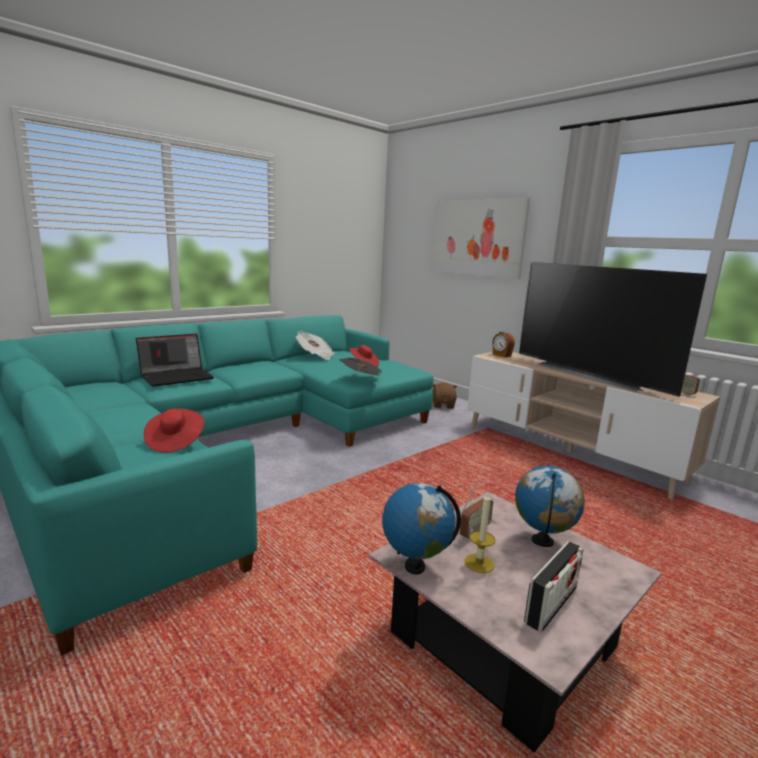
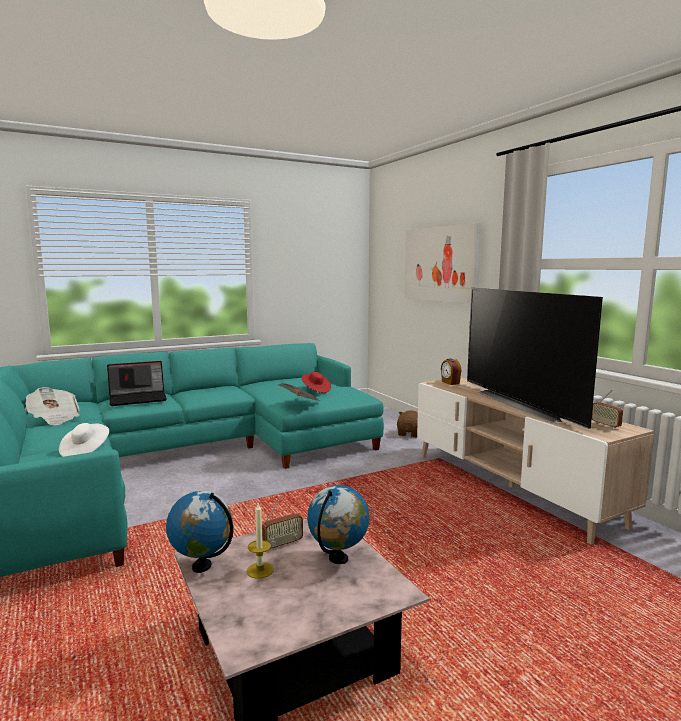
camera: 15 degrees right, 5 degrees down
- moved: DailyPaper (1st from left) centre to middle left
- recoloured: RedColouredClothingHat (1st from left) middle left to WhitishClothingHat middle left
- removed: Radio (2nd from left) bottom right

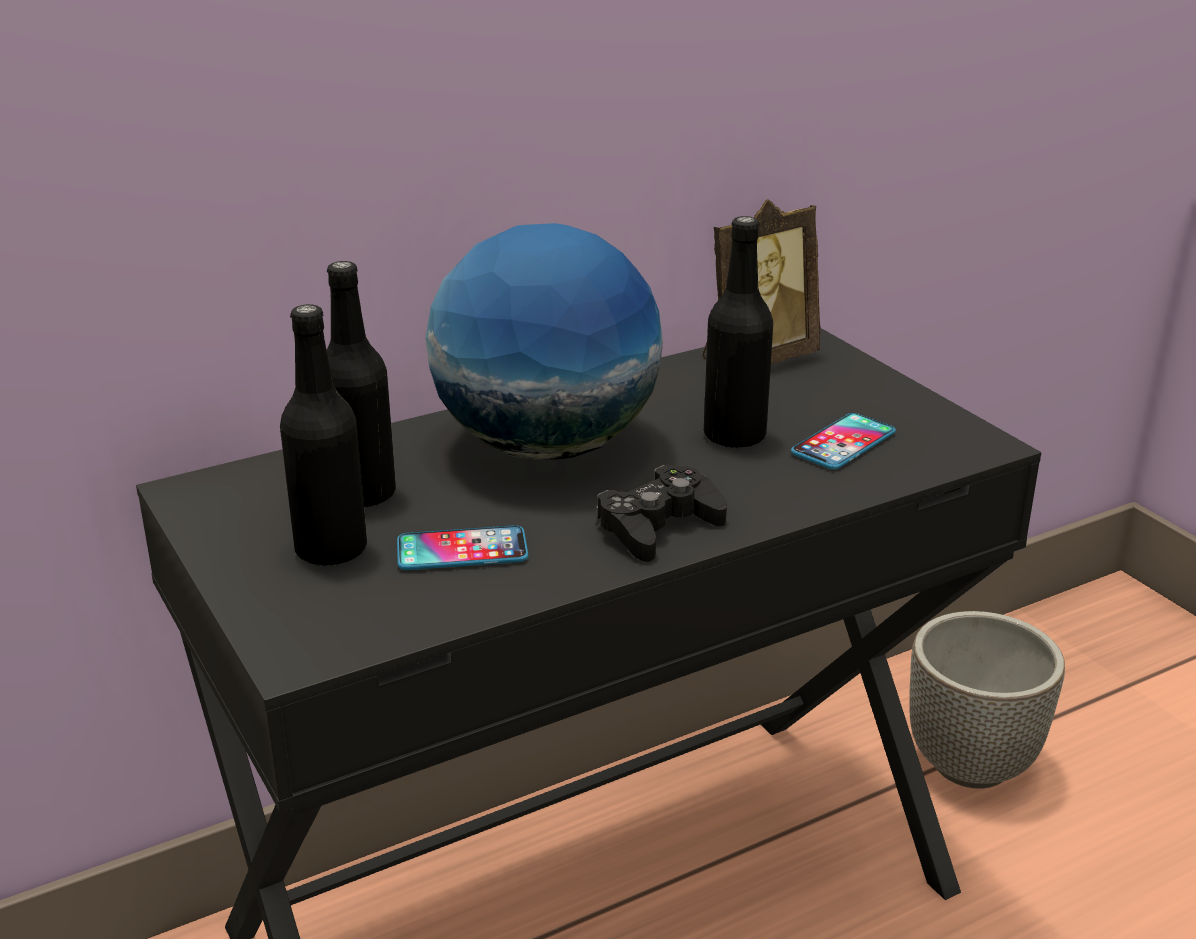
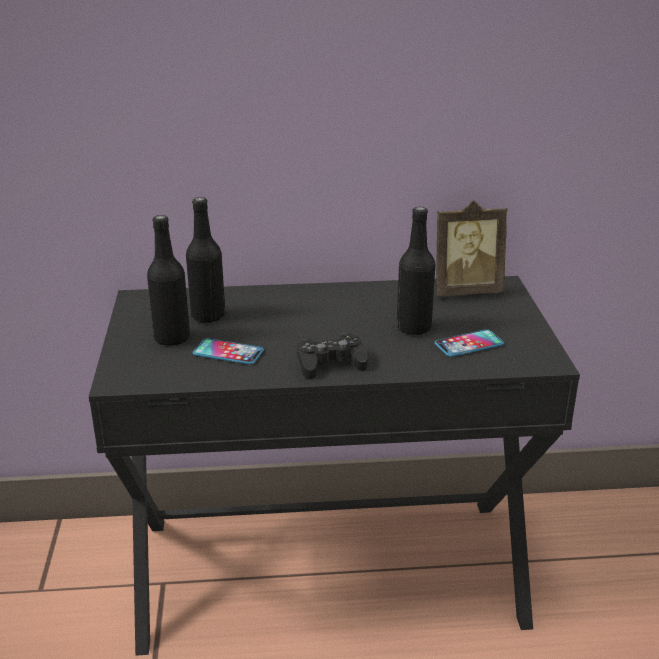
camera: 25 degrees right, 0 degrees up
- removed: WorldGlobe centre
- removed: PlantPot bottom right

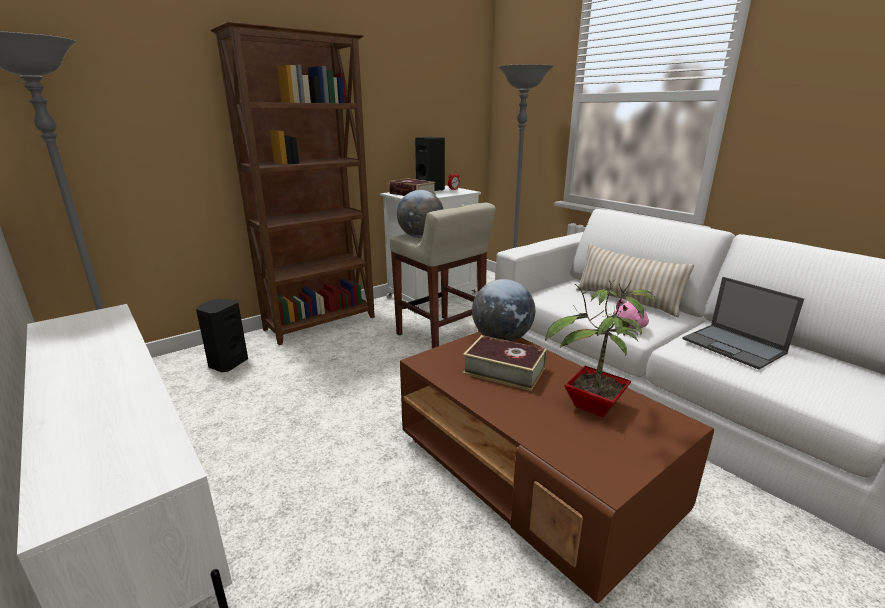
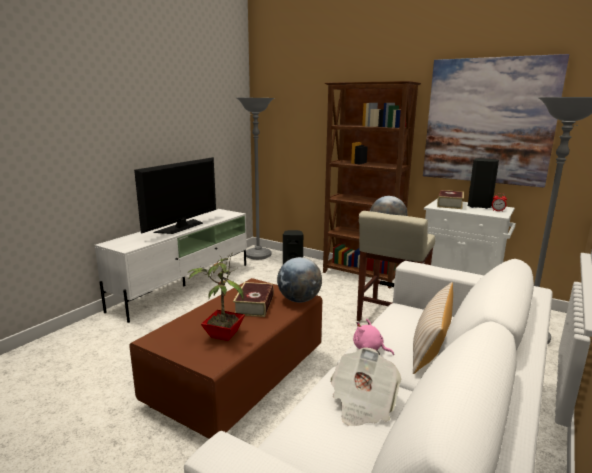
camera: 70 degrees right, 5 degrees down
- replaced: Laptop middle right to DailyPaper bottom centre
- added: Picture top right
- added: Tv middle left

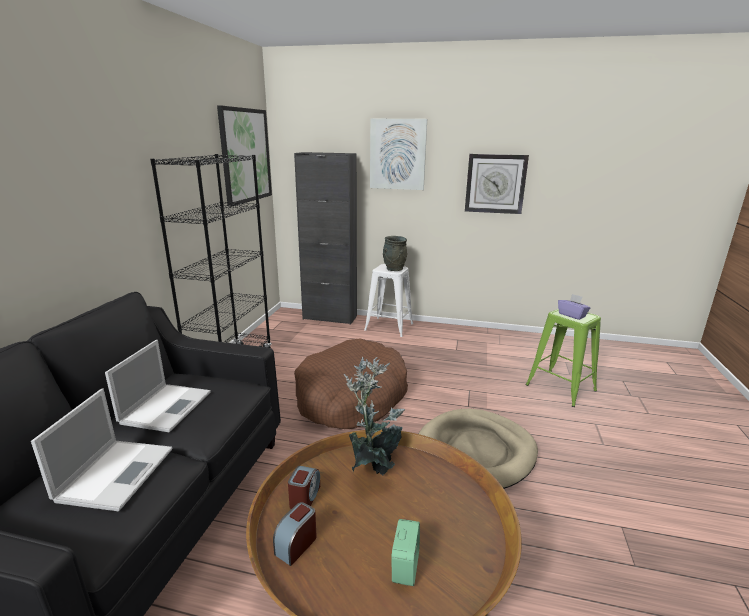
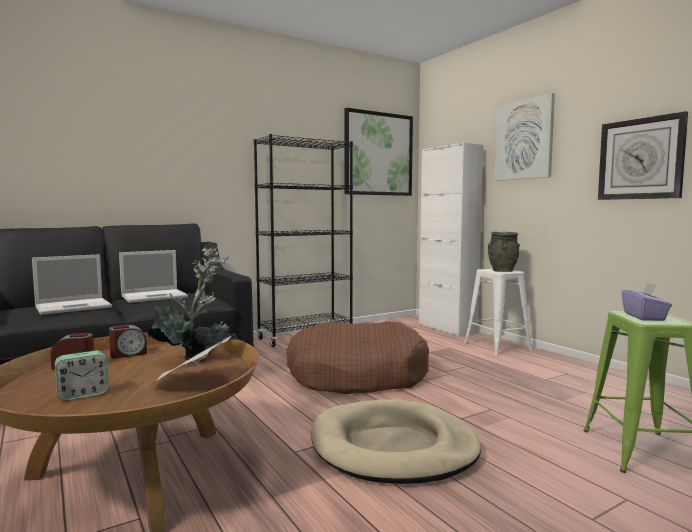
camera: 45 degrees right, 15 degrees down
- recoloured: BlackColouredCupboard centre to WhitishCupboard centre
- added: DailyPaper bottom left

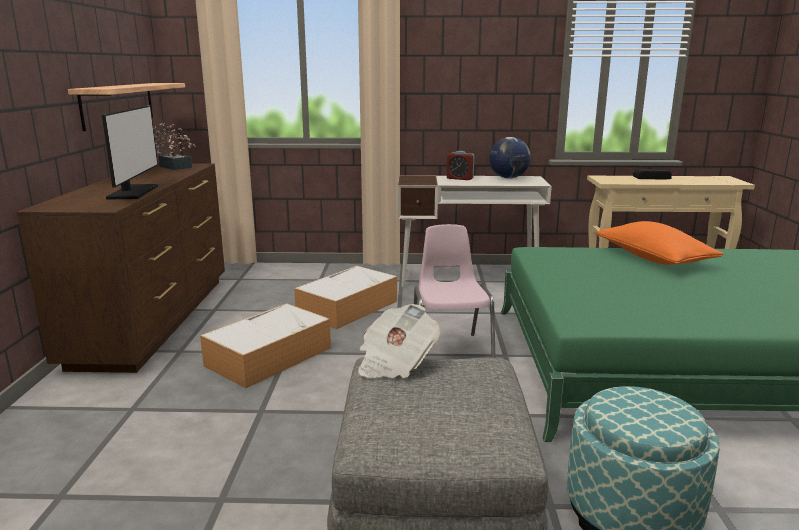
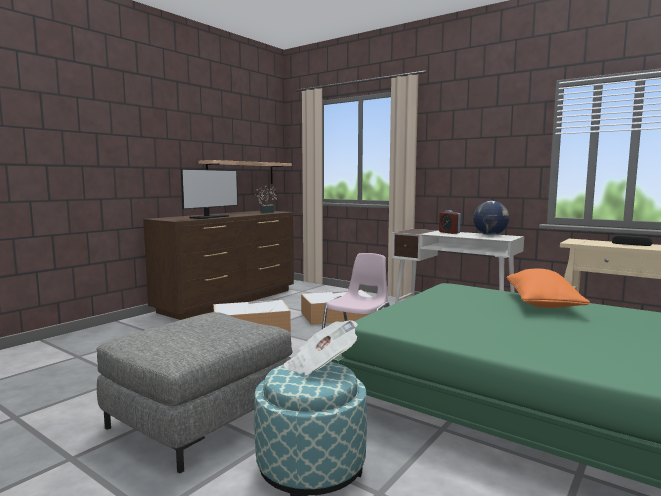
camera: 35 degrees right, 10 degrees down
- moved: DailyPaper centre to bottom centre

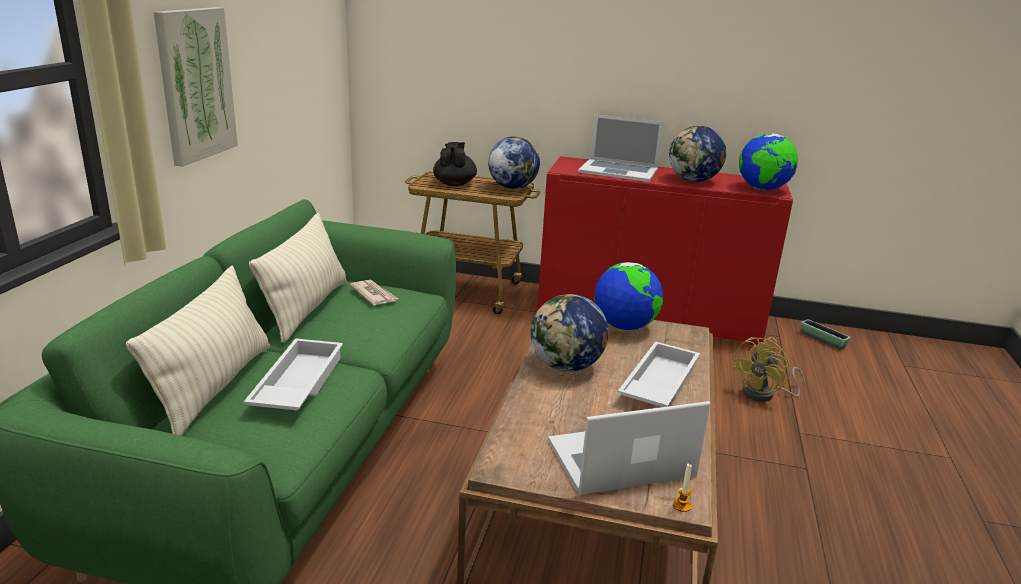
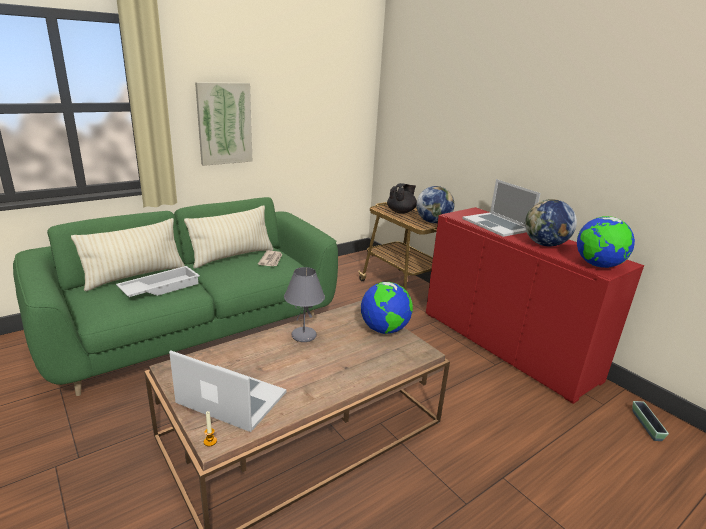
camera: 40 degrees right, 0 degrees up
- replaced: WorldGlobe (2nd from left) centre to GrayTabletopLamp centre
- removed: YellowishFan middle right
- removed: WhitishServingTray (2nd from left) centre

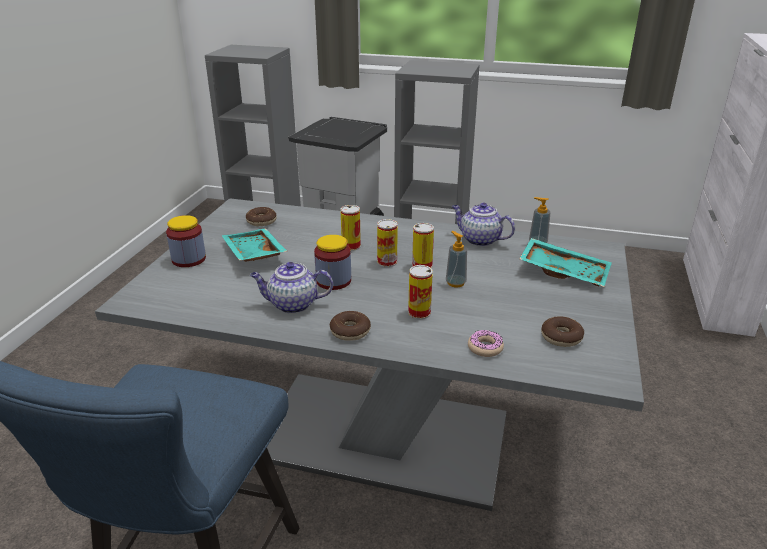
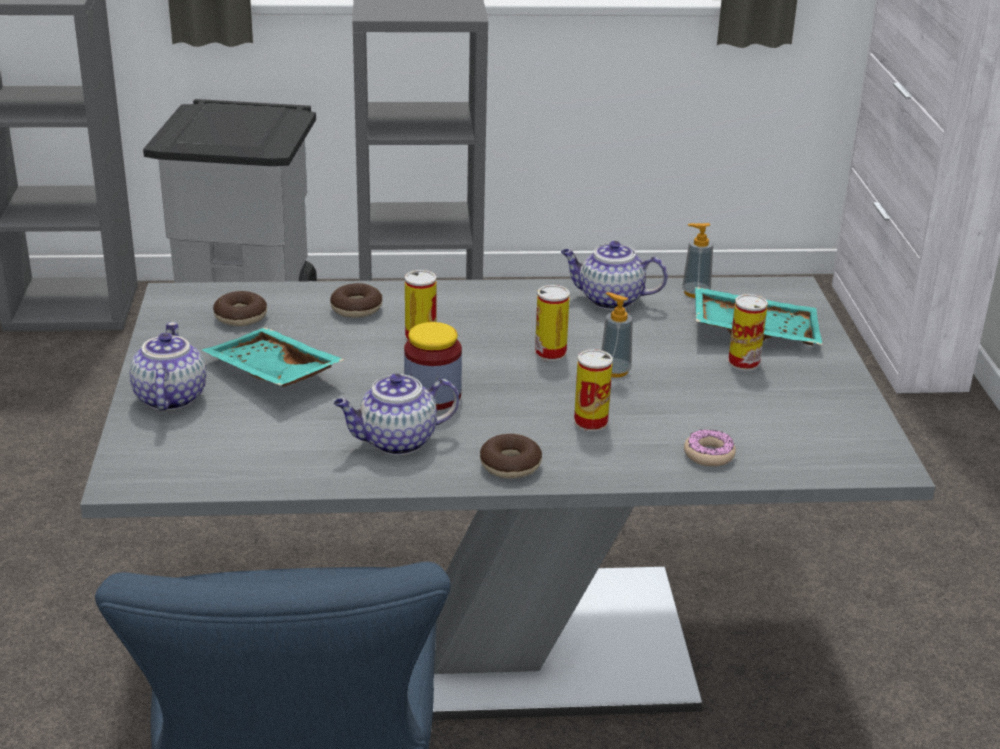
camera: 20 degrees left, 0 degrees up
- replaced: Jar (1st from left) middle left to PotForTea (1st from left) middle left
- moved: Can (2nd from left in the first image) centre to Can (4th from left) middle right
- moved: RingDoughnut (4th from left in the first image) middle right to RingDoughnut (2nd from left) centre

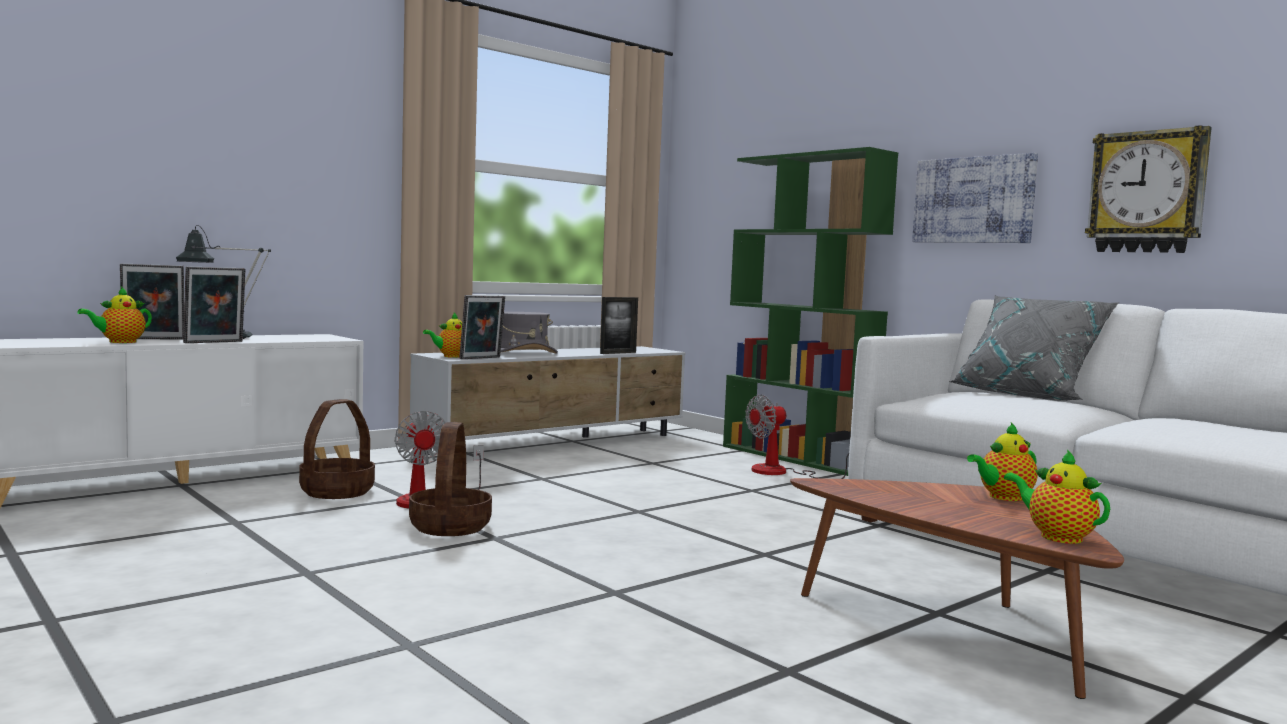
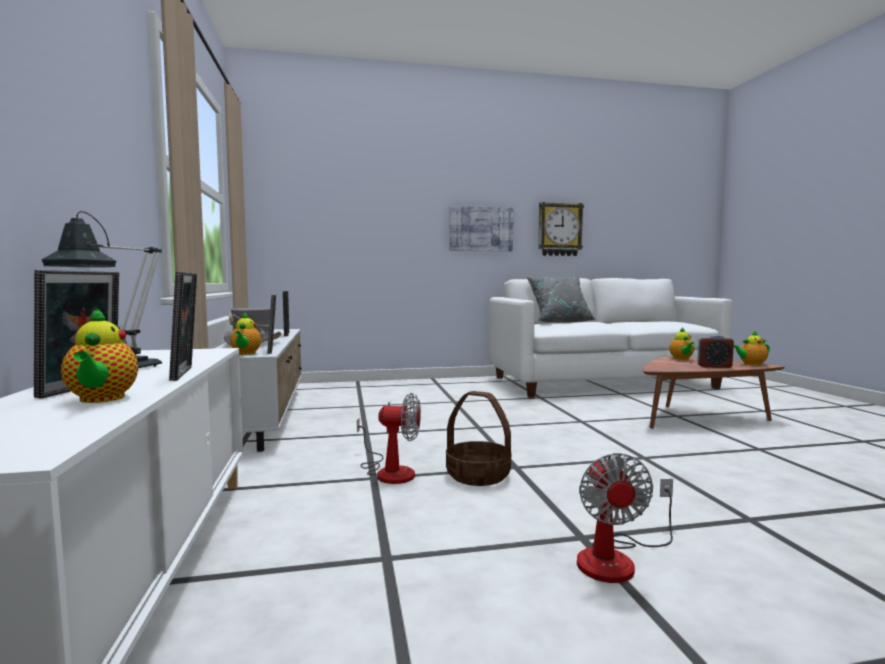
camera: 60 degrees left, 0 degrees up
- removed: GreenishShelvingUnit centre
- moved: Fan (2nd from left) centre to bottom right
- removed: HouseholdBasket (1st from left) middle left
- added: BedsideClock middle right

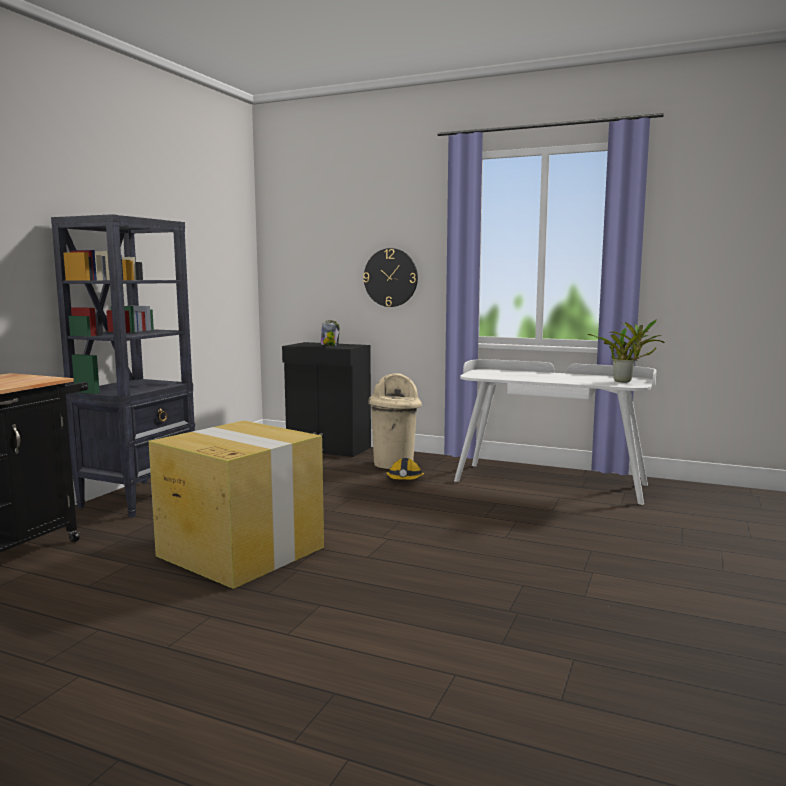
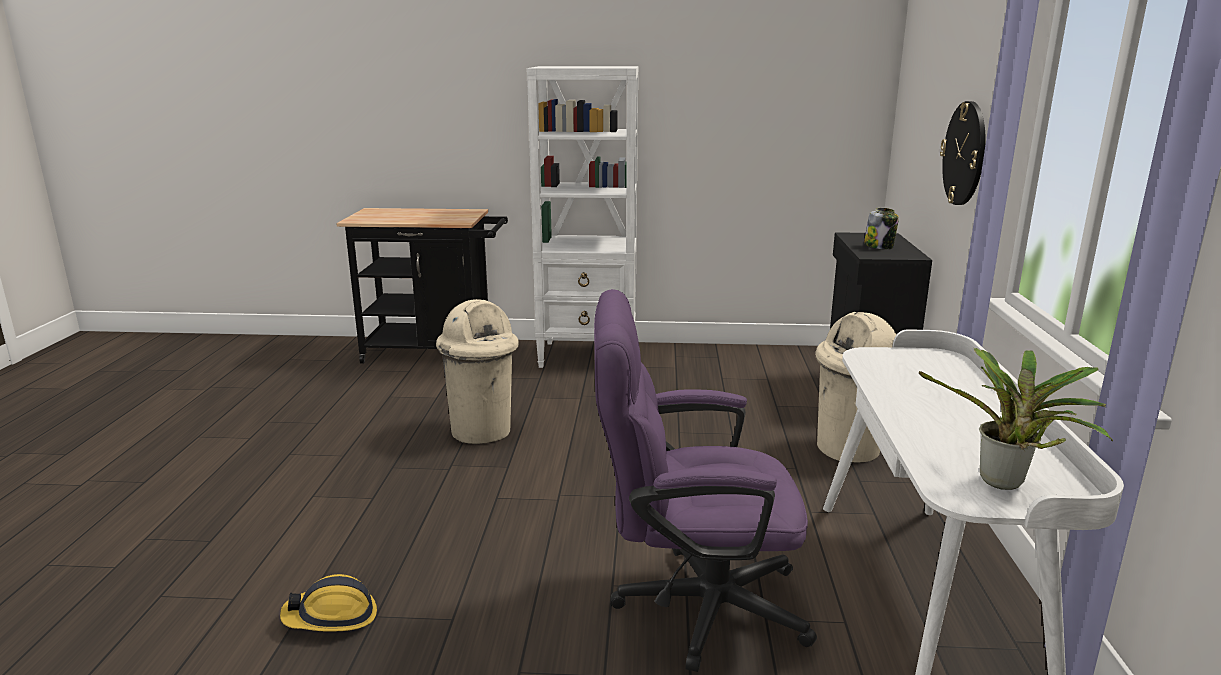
camera: 70 degrees right, 10 degrees up
- recoloured: BlackColouredShelvingUnit middle left to WhitishShelvingUnit top centre
- replaced: CardboardBox middle left to BeigeColouredWasteBin (1st from left) centre
- moved: WorkHelmet centre to bottom left
- added: PurpleColouredOfficeChair bottom centre

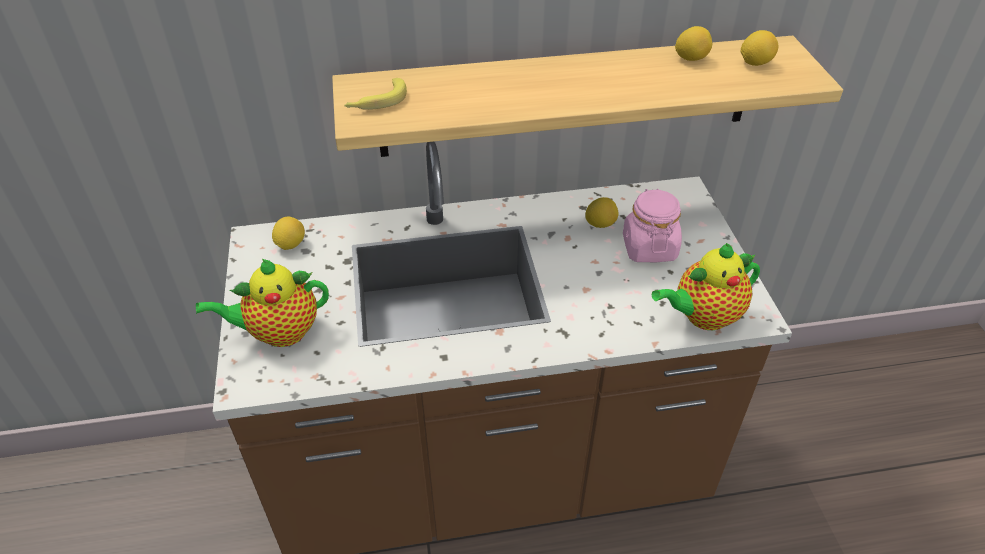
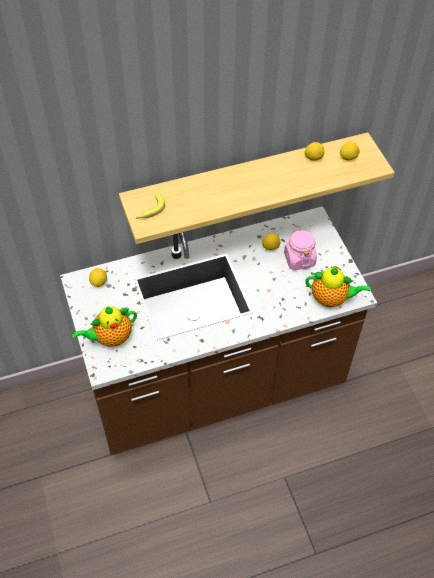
camera: 10 degrees left, 10 degrees up
- turned: PotForTea (2nd from left) middle right = middle right 135 degrees counterclockwise

